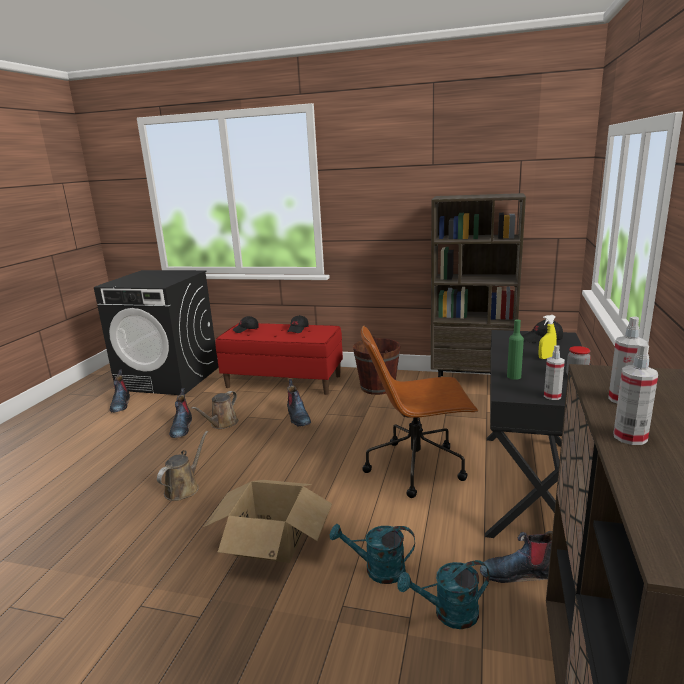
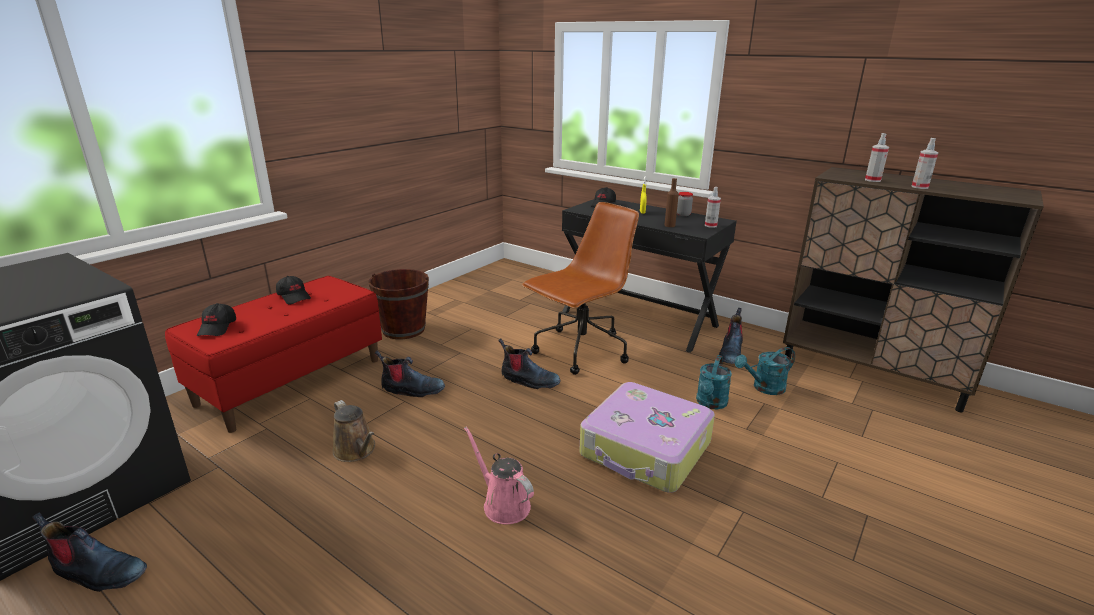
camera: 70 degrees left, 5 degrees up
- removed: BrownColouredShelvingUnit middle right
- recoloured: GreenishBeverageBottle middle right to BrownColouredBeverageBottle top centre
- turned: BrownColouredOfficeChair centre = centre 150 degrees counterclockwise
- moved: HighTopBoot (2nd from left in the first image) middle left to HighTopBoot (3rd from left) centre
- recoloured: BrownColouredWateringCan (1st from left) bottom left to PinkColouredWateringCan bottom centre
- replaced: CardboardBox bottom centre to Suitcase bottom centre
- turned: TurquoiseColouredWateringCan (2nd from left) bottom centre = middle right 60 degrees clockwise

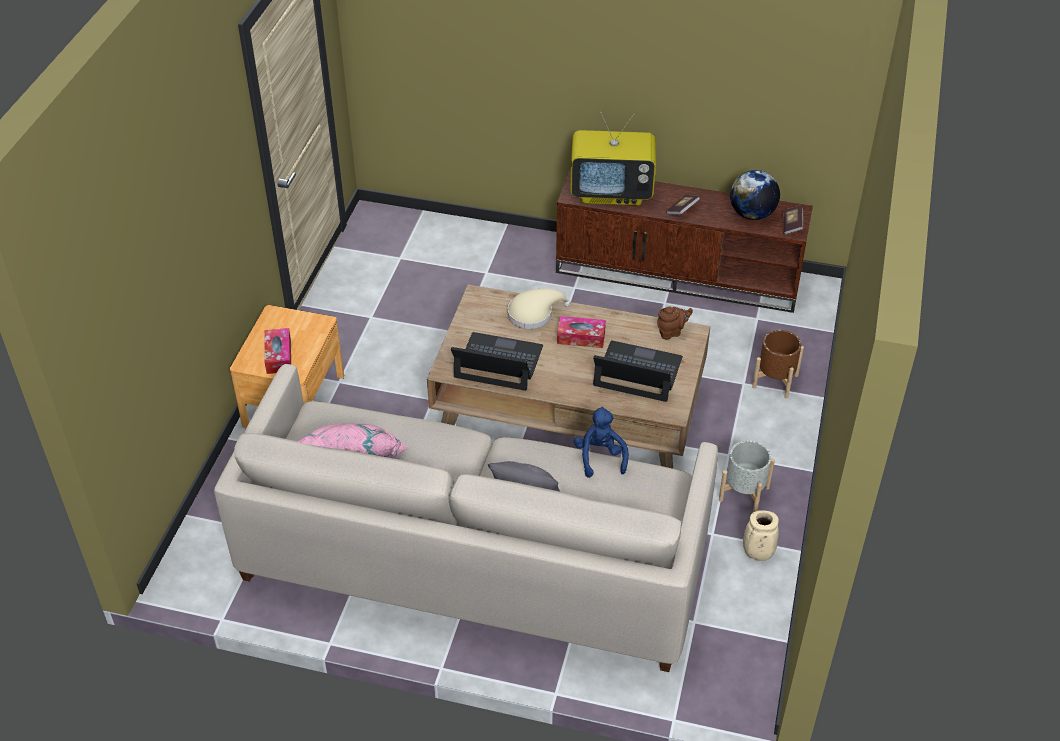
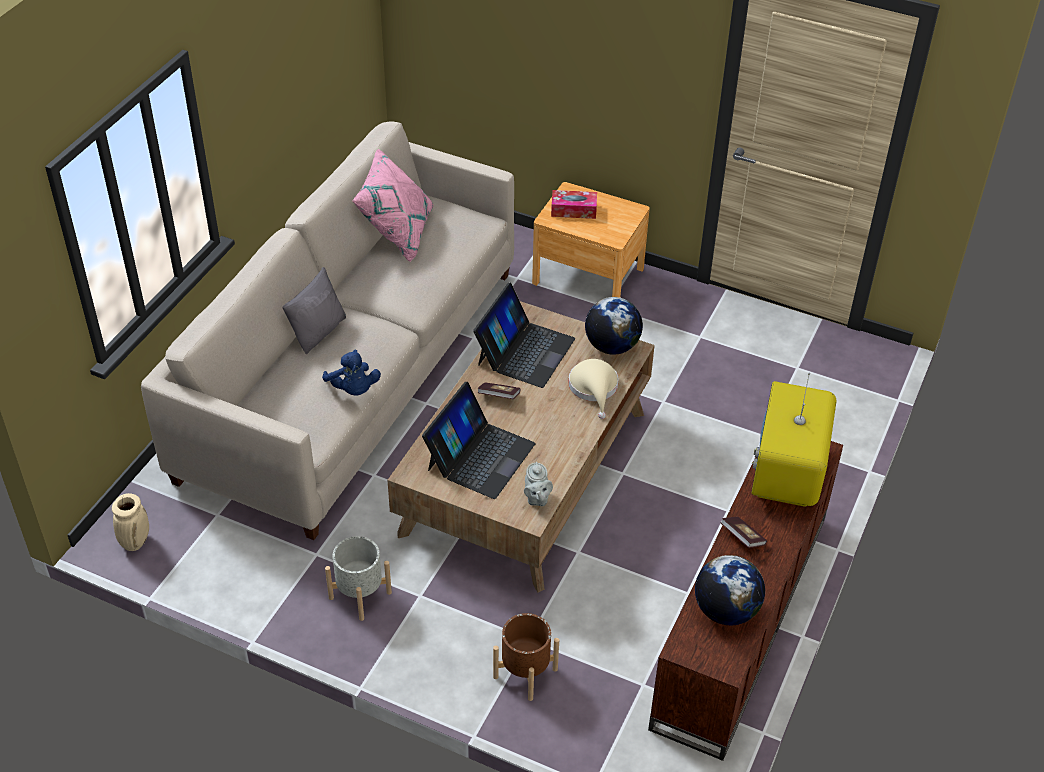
camera: 100 degrees right, 0 degrees up
- moved: Book (2nd from left in the first image) top right to Book (1st from left) centre
- recoloured: BrownColouredPotForTea centre to GrayPotForTea centre
- removed: TissueHolder (2nd from left) centre
- turned: BluishCuddlyToy centre = centre 60 degrees clockwise
- moved: BeigeColouredFlowerVase bottom right to bottom left
- added: WorldGlobe (1st from left) centre

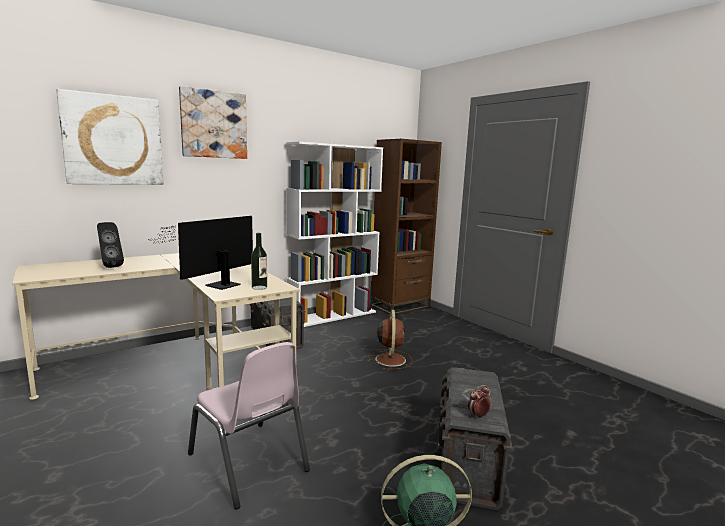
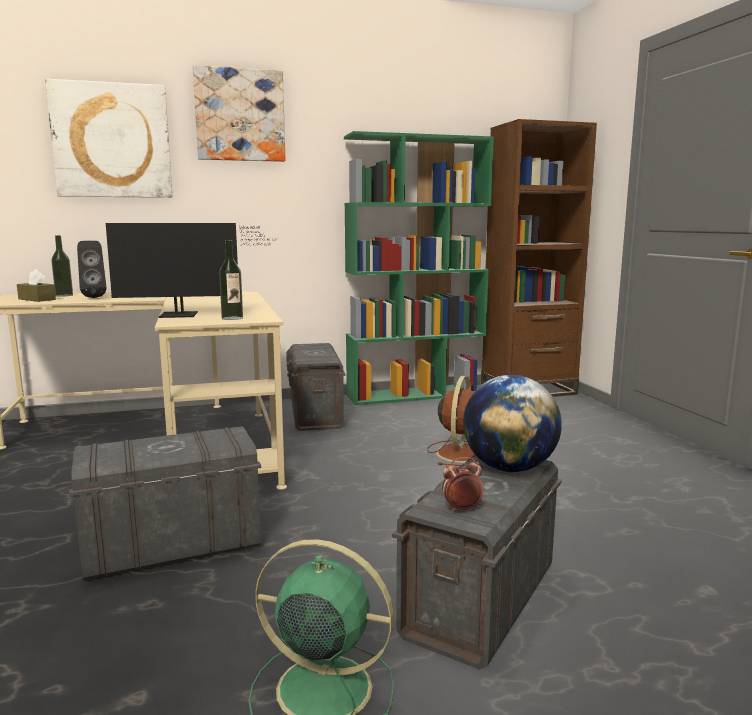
camera: 20 degrees right, 0 degrees up
- recoloured: WhitishShelvingUnit centre to GreenishShelvingUnit centre
- turned: ComputerScreen middle left = middle left 150 degrees counterclockwise
- replaced: PinkColouredPlainChair bottom centre to GrayStorageContainer (1st from left) bottom left
- added: BeverageBottle (1st from left) middle left
- added: BrownColouredTissueHolder middle left
- added: WorldGlobe middle right

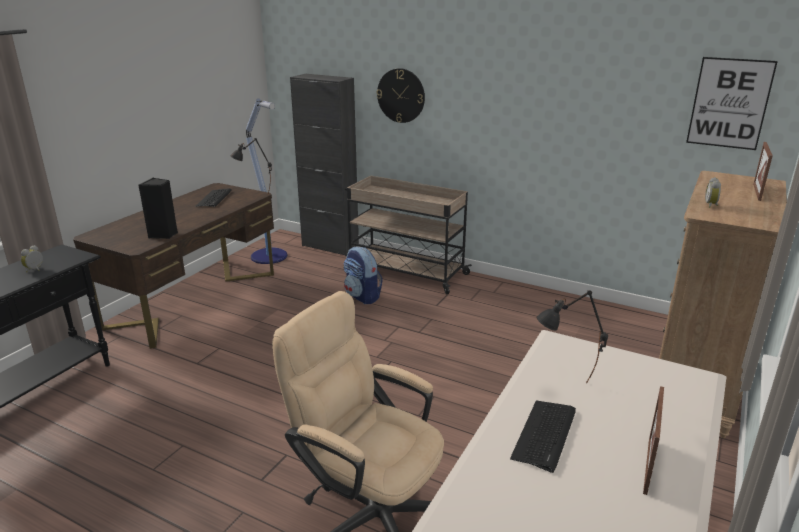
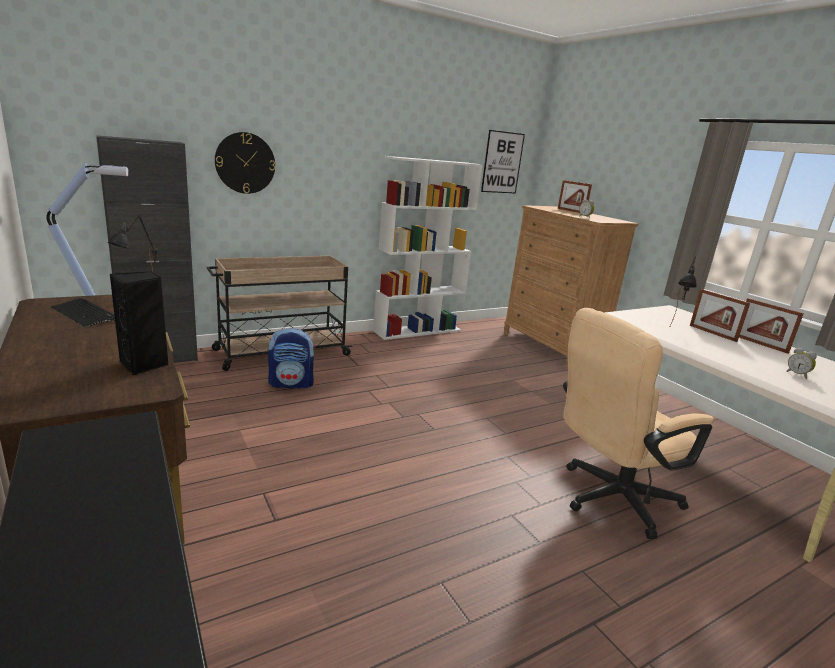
camera: 60 degrees left, 5 degrees down
- moved: BedsideClock (1st from left in the first image) middle left to BedsideClock (2nd from left) middle right
- removed: Keyboard (2nd from left) bottom right
- added: WhitishShelvingUnit centre
- added: PhotoFrame (2nd from left) middle right

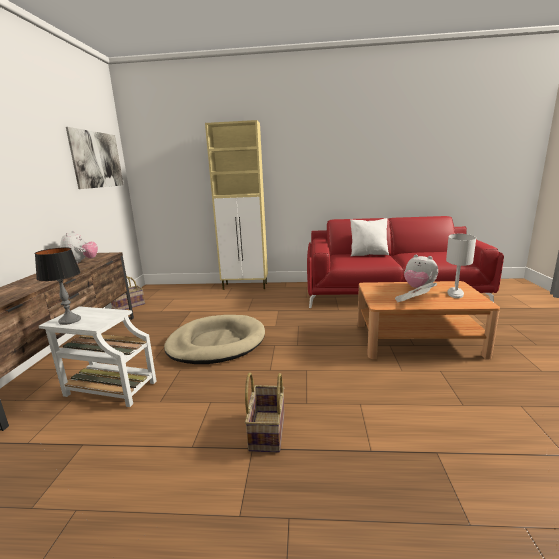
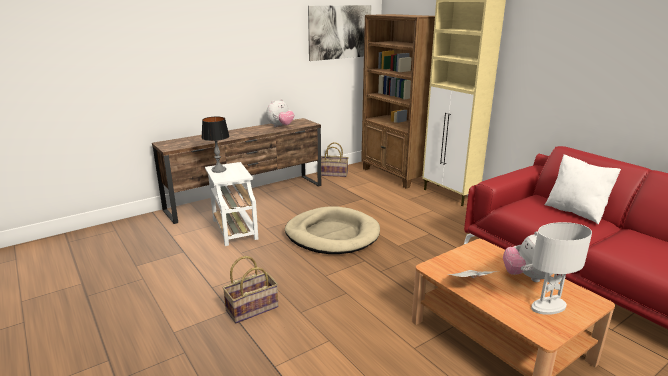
camera: 50 degrees right, 5 degrees up
- added: BrownColouredShelvingUnit top centre

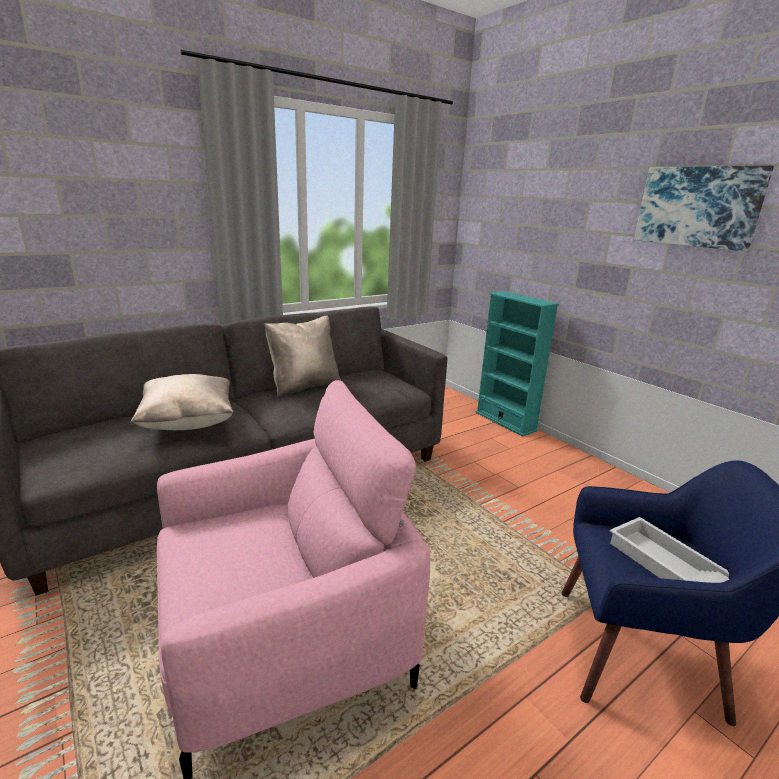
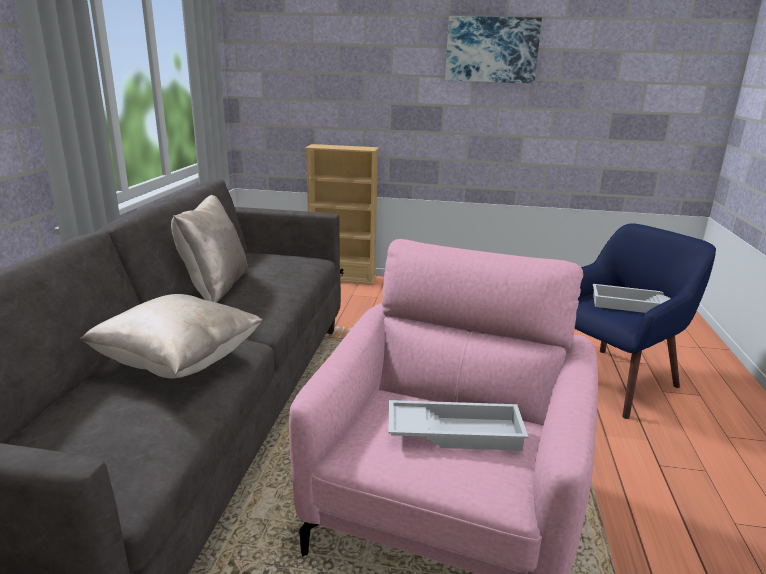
camera: 45 degrees left, 0 degrees up
- recoloured: TurquoiseColouredShelvingUnit centre to BeigeColouredShelvingUnit centre
- added: WhitishServingTray (1st from left) bottom centre

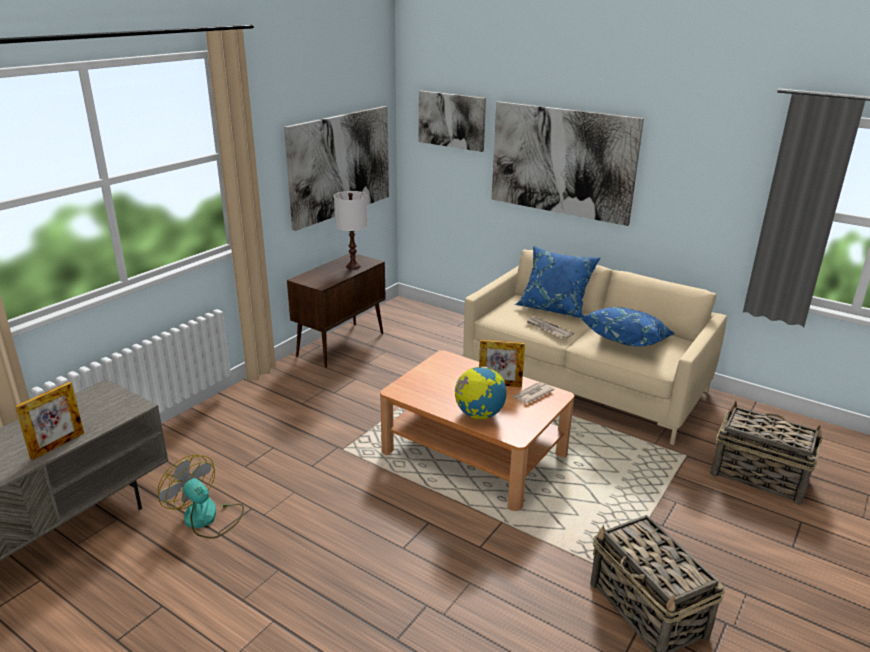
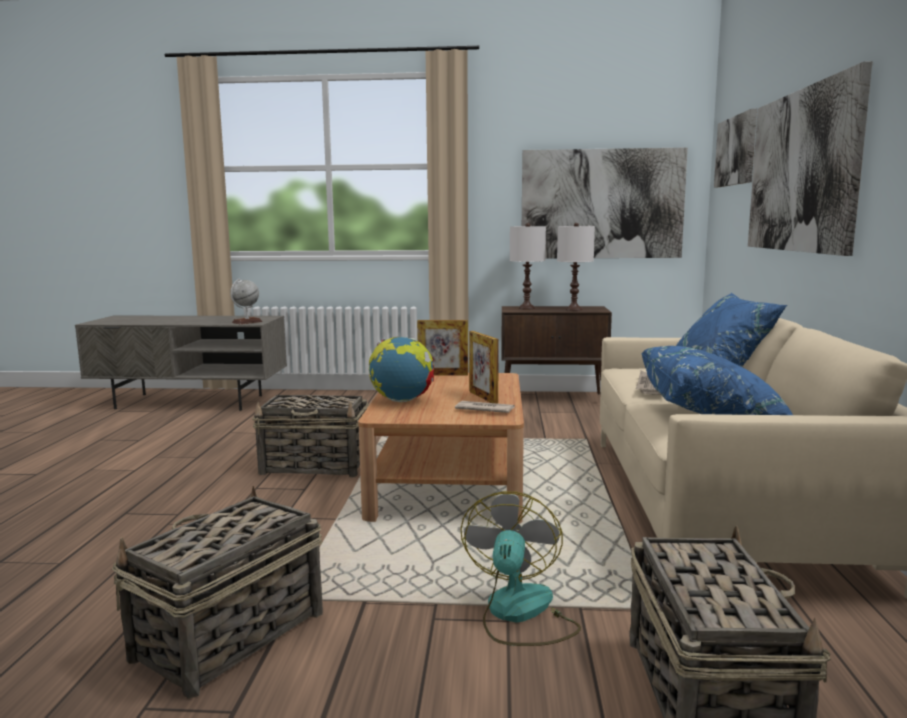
camera: 60 degrees right, 15 degrees down
- moved: PhotoFrame (1st from left) middle left to centre
- moved: Fan bottom left to bottom centre
- added: WhitishTabletopLamp (1st from left) centre
- added: WorldGlobe (1st from left) middle left
- added: HouseholdBasket (2nd from left) centre

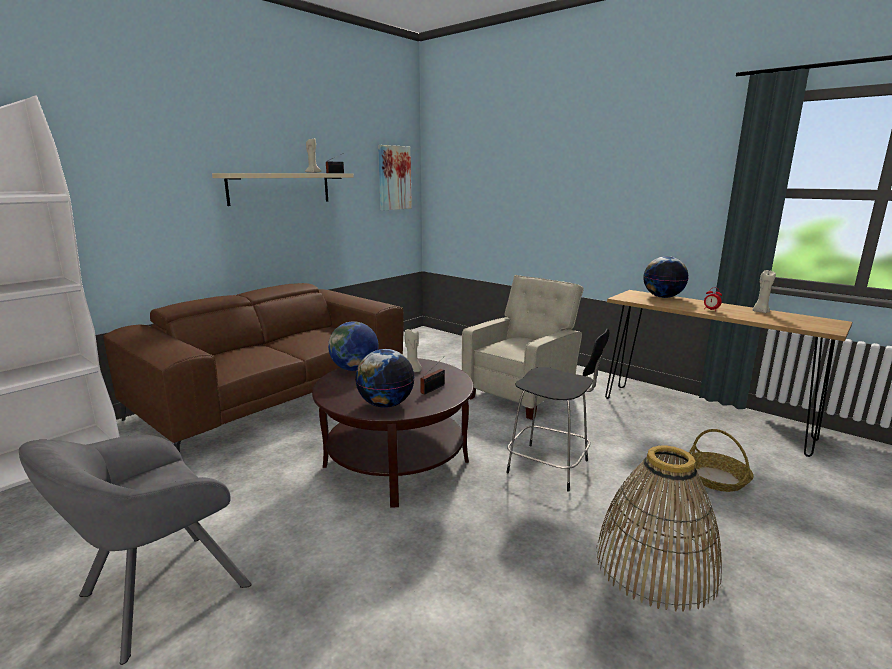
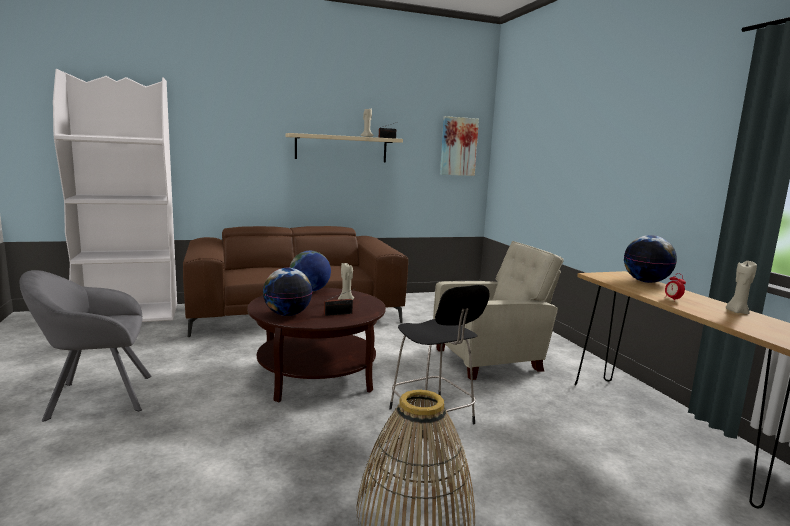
camera: 30 degrees right, 5 degrees down
- removed: HouseholdBasket (2nd from left) bottom right

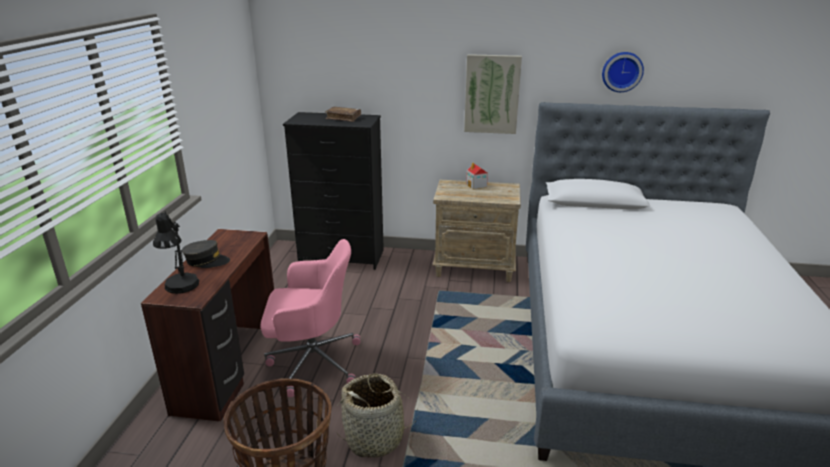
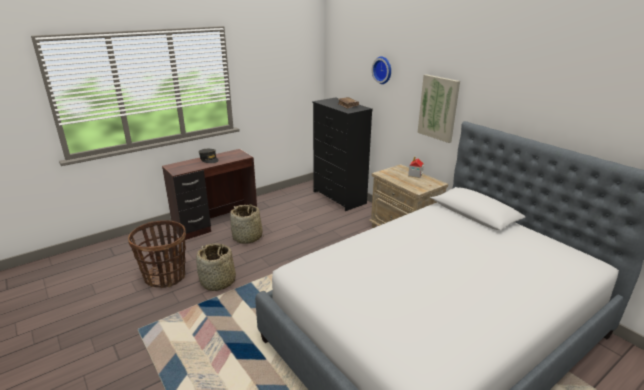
camera: 45 degrees right, 0 degrees up
- moved: WallClock top right to top centre
- removed: BlackColouredTabletopLamp middle left
- replaced: PinkColouredOfficeChair bottom centre to HouseholdBasket (3rd from left) centre

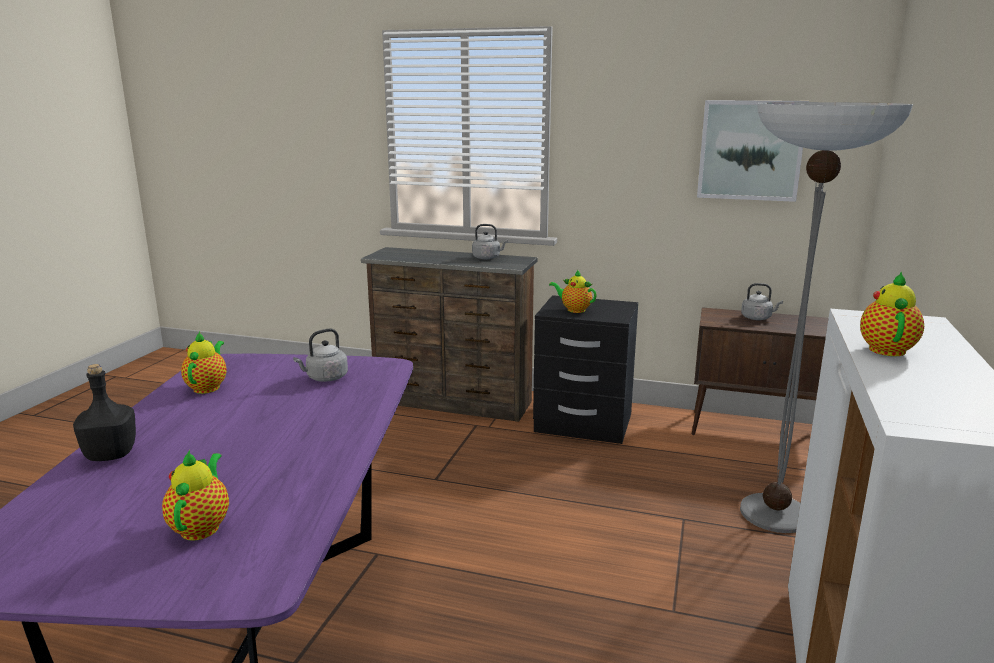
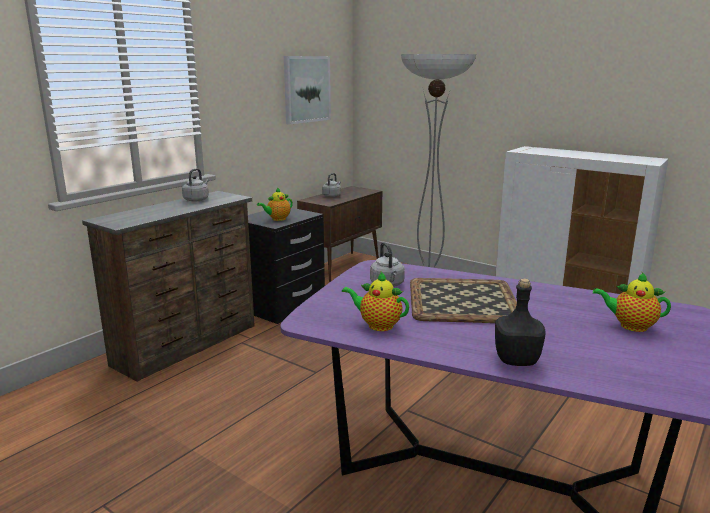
camera: 70 degrees left, 0 degrees up
- removed: PotForTea (4th from left) middle right
- added: ServingTray centre

